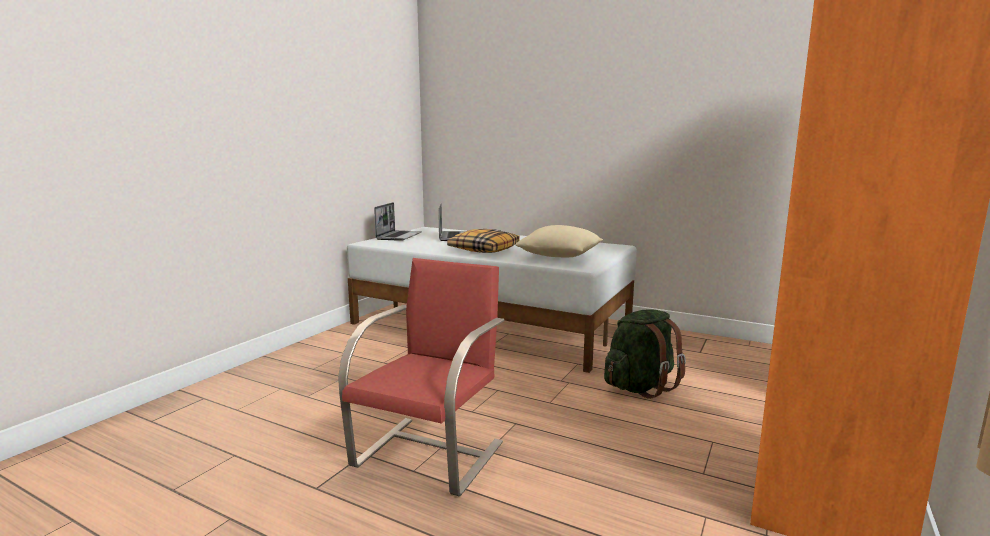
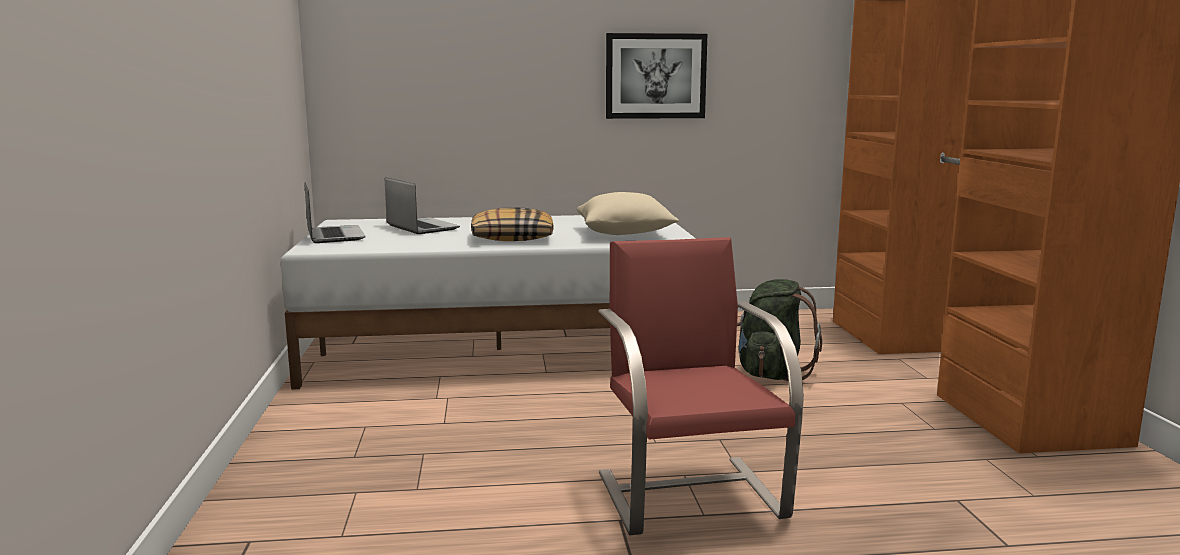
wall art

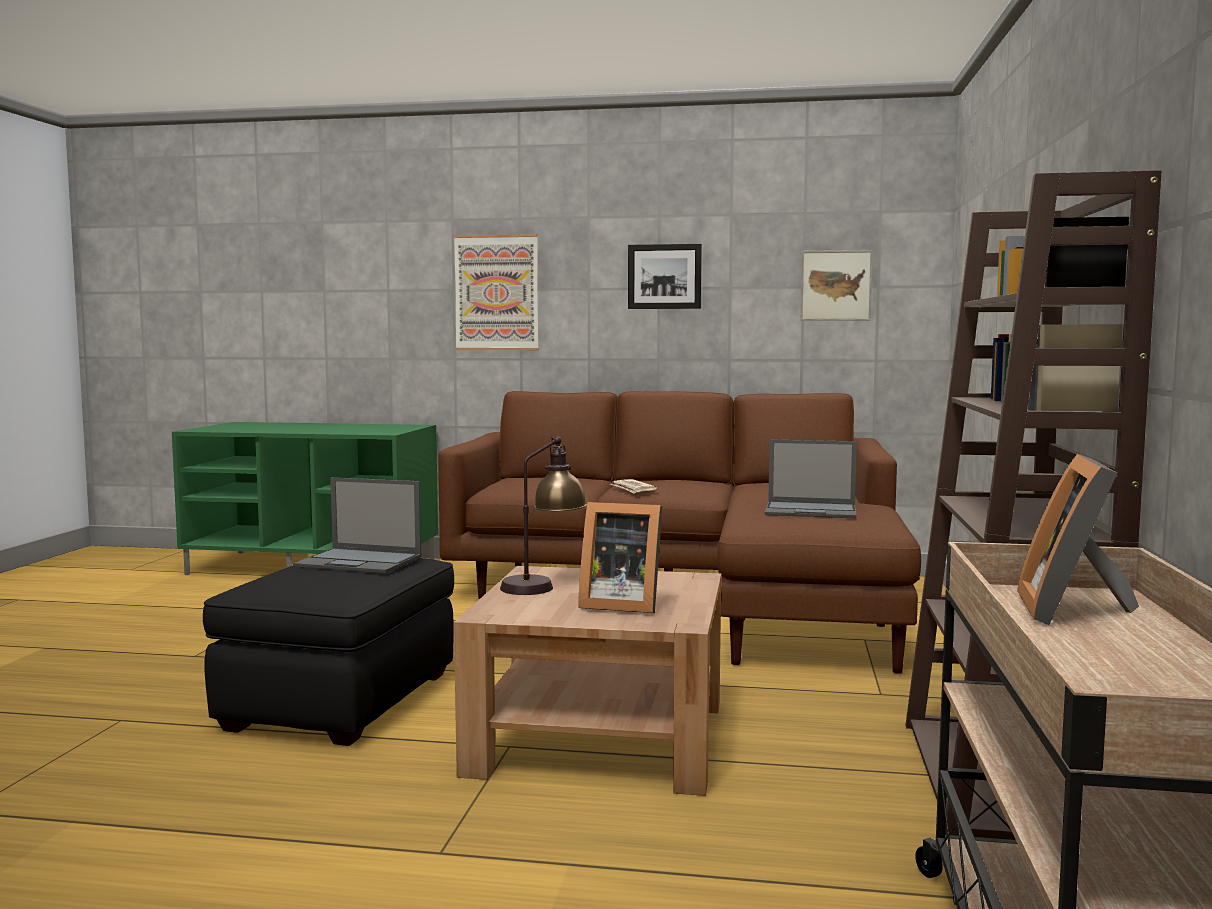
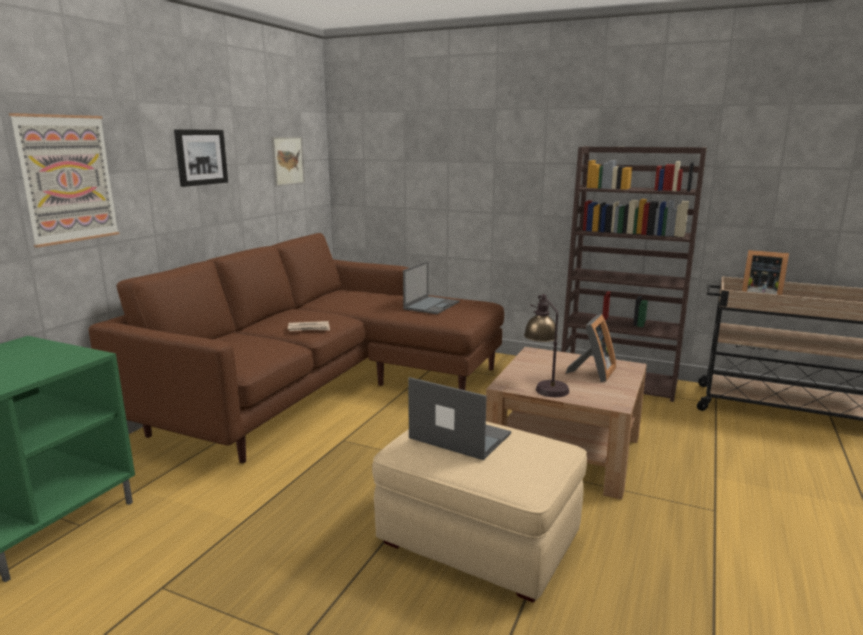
beige pouffe
notebook computer (2nd from left)

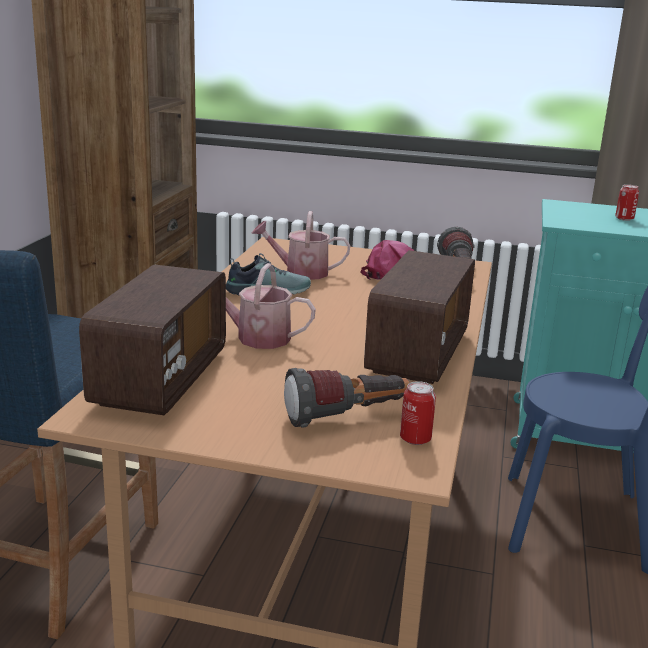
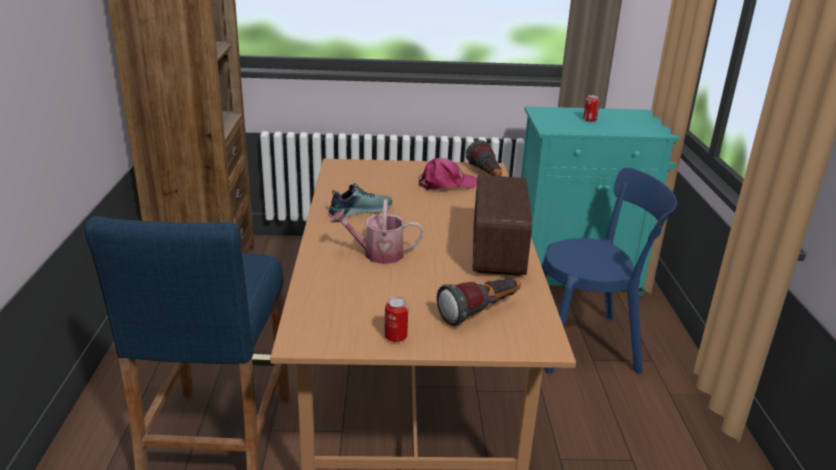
radio receiver (1st from left in the first image)
watering can (2nd from left in the first image)
metal can (1st from left)

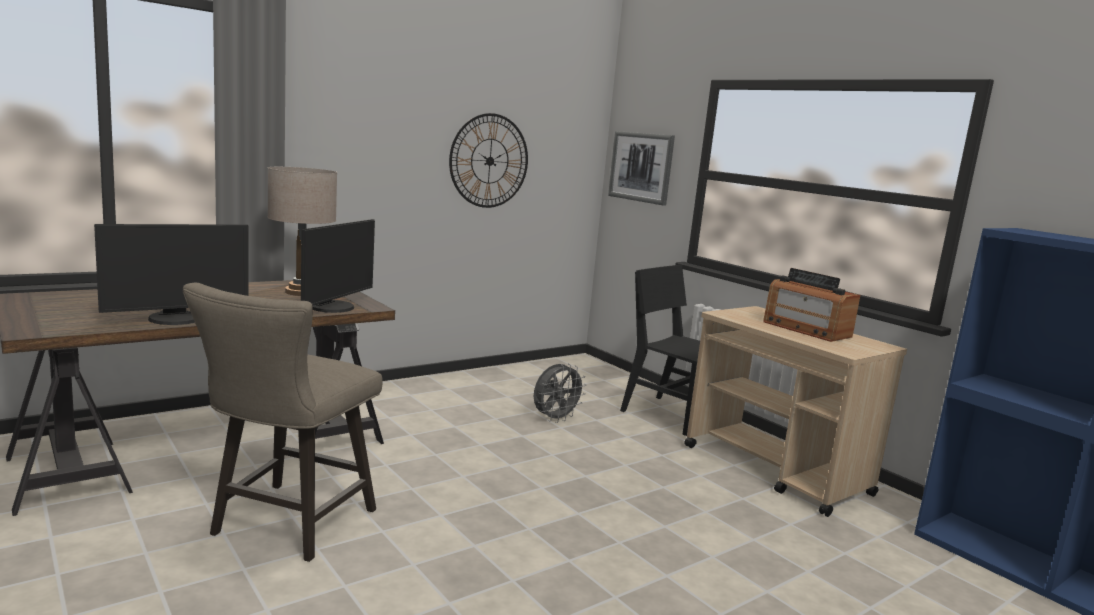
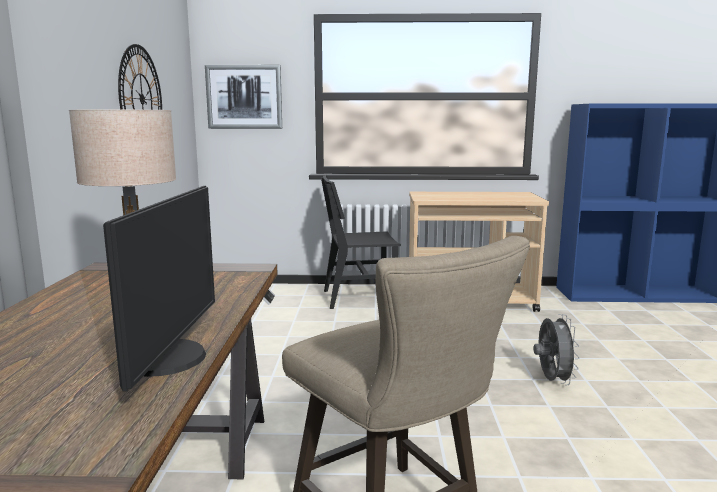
computer screen (2nd from left in the first image)
radio receiver
greyish cooling fan

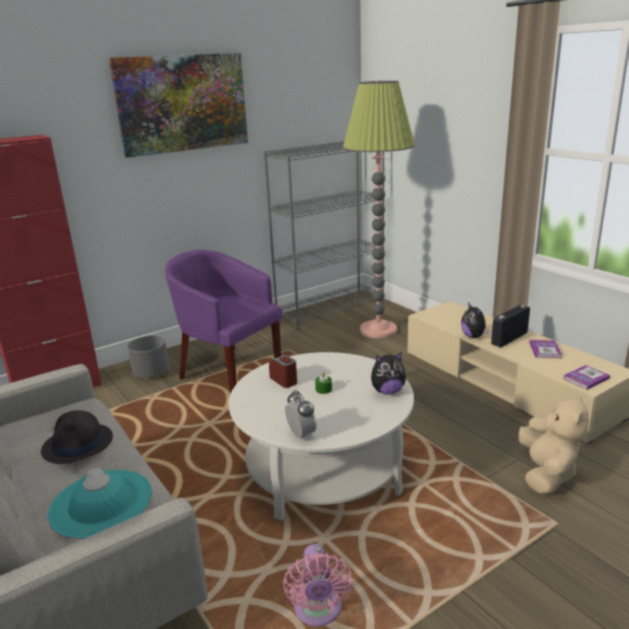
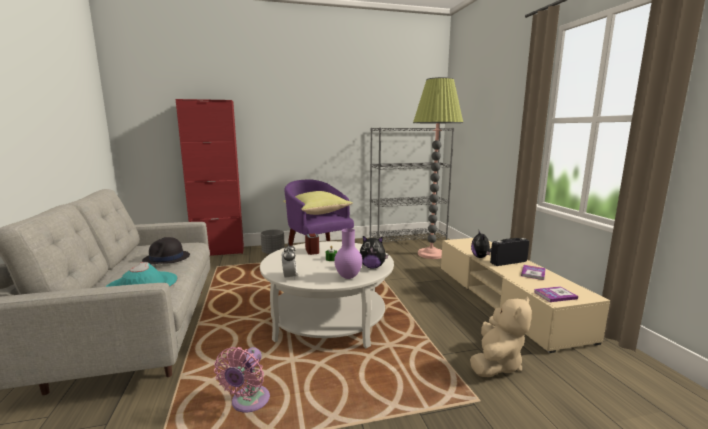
wall art
yellow throw pillow
purple flower vase

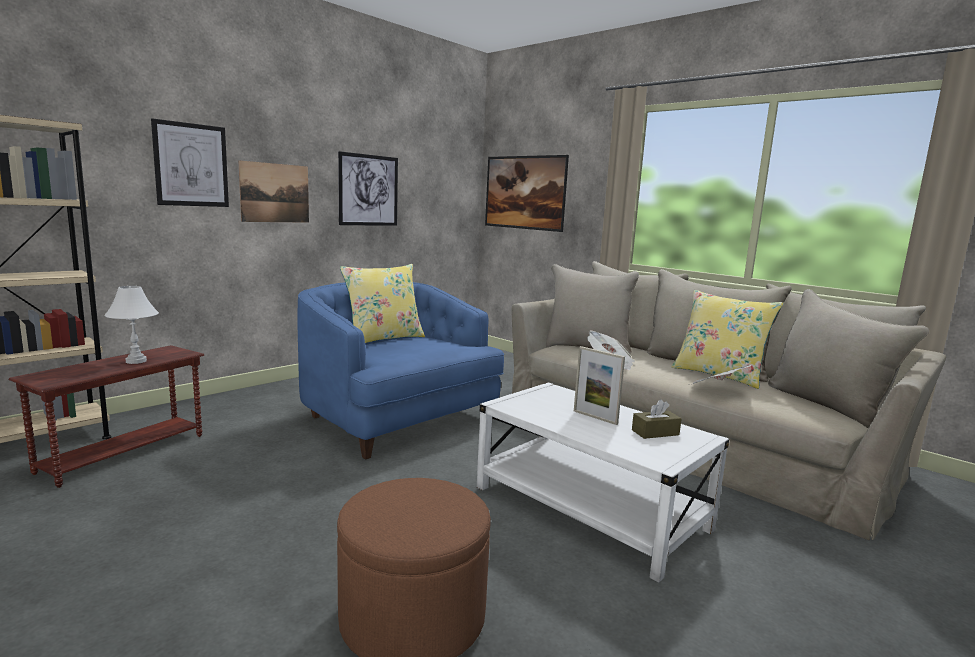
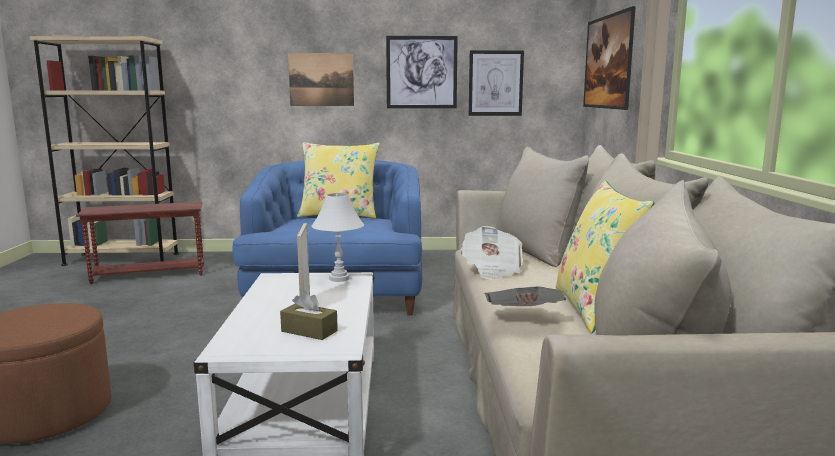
white lamp for a table
wall art (3rd from left)

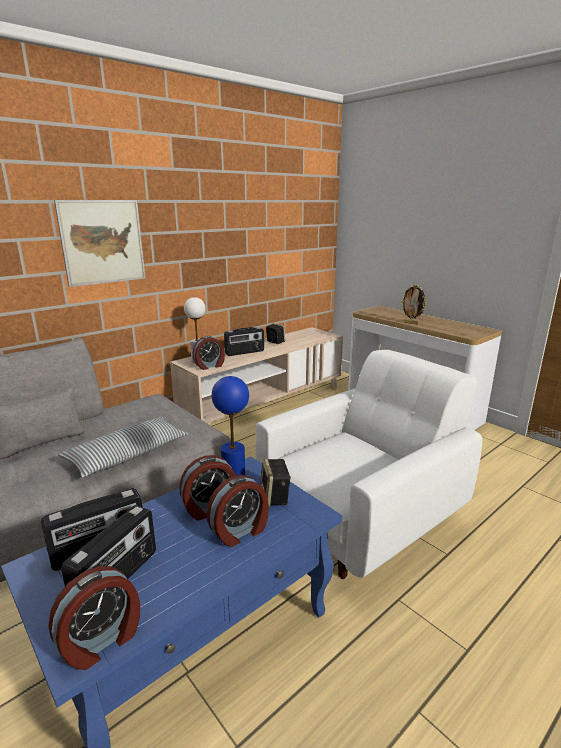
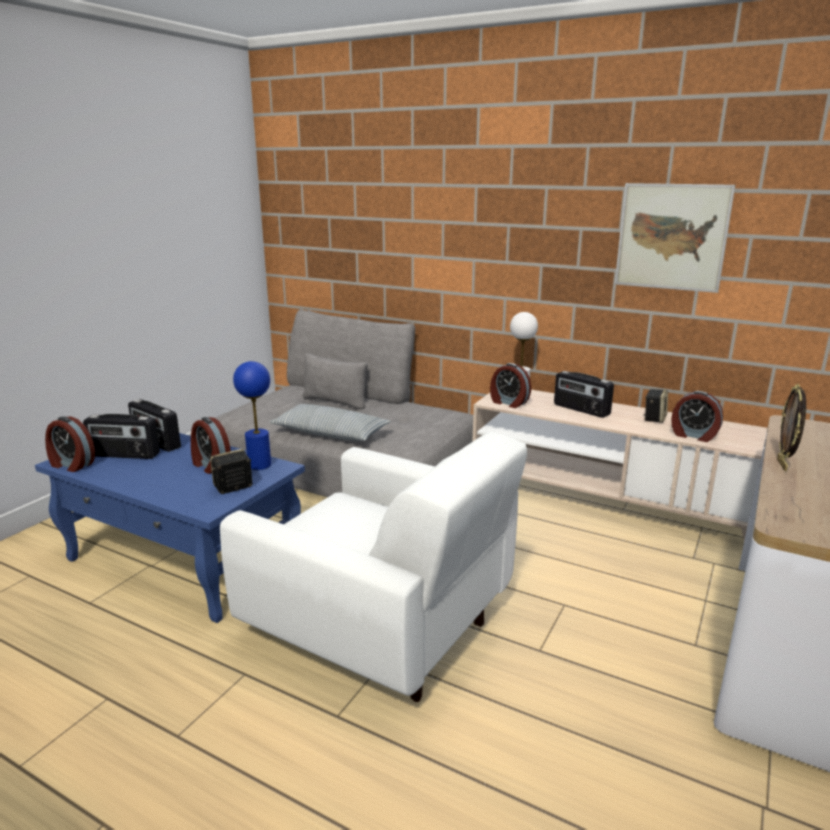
wall art
alarm clock (4th from left)

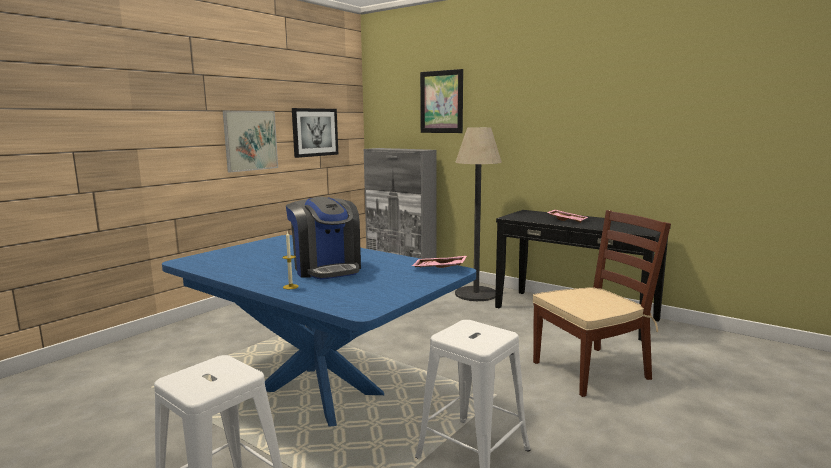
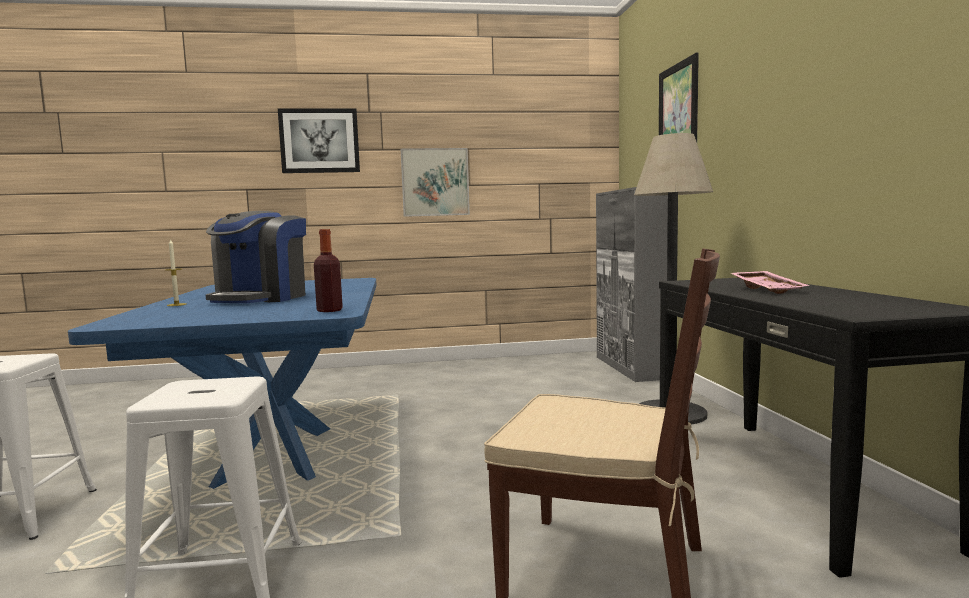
wall art (1st from left)
beverage bottle

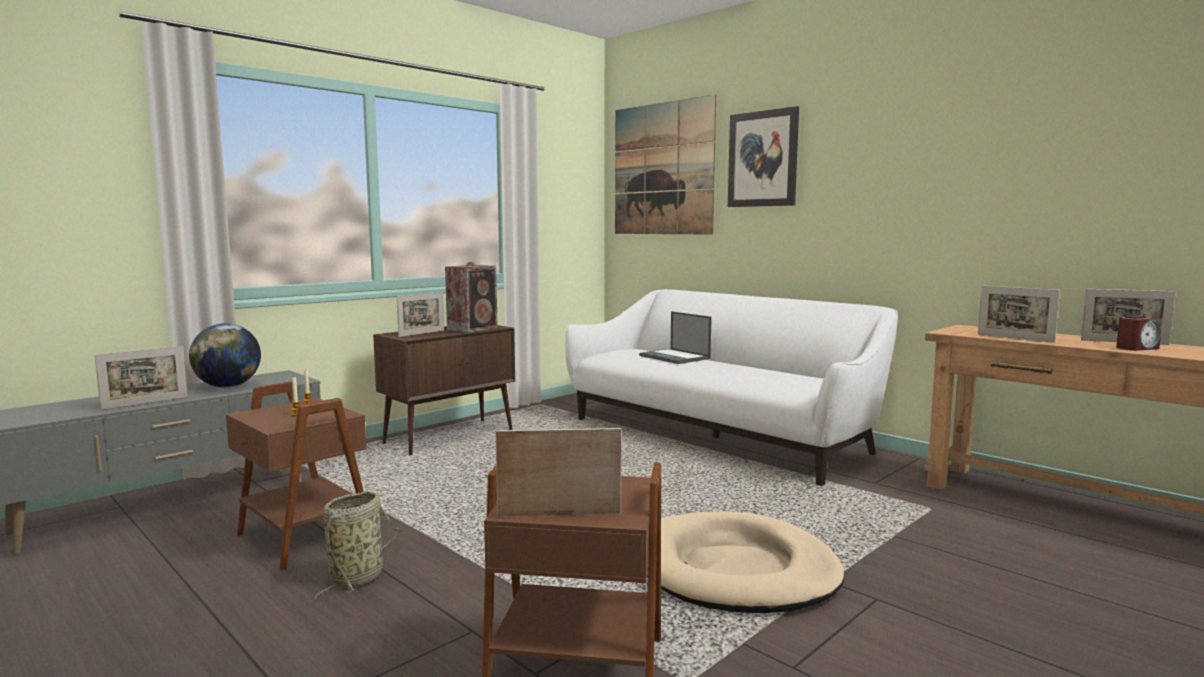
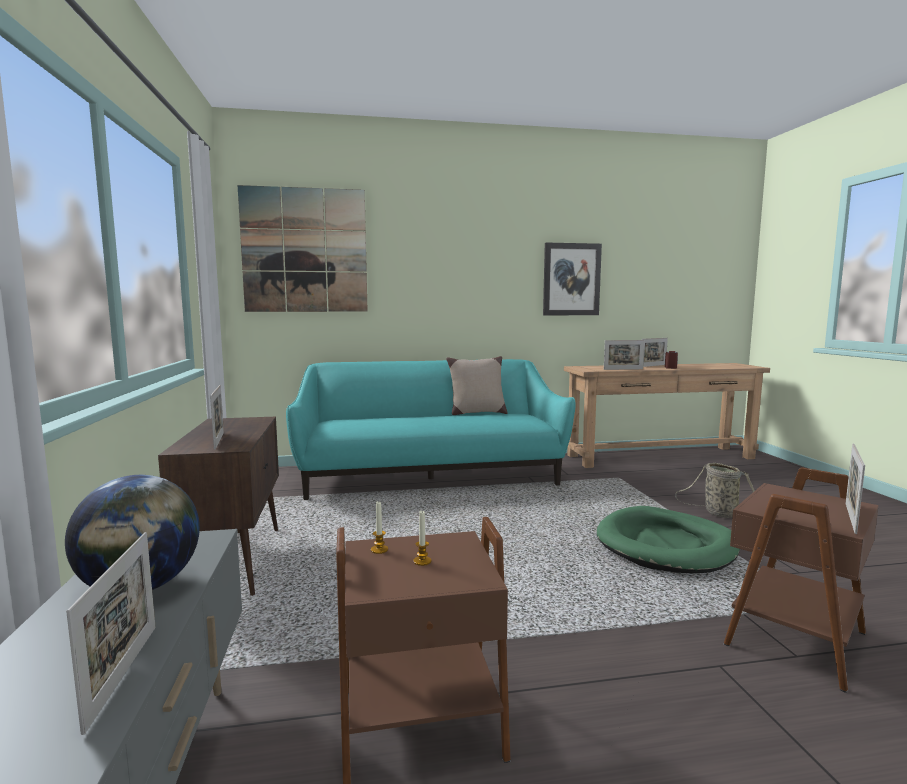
audio speaker
notebook computer
beige throw pillow
storage basket
wall art (2nd from left)
turquoise-coloured settee
green dog cushion

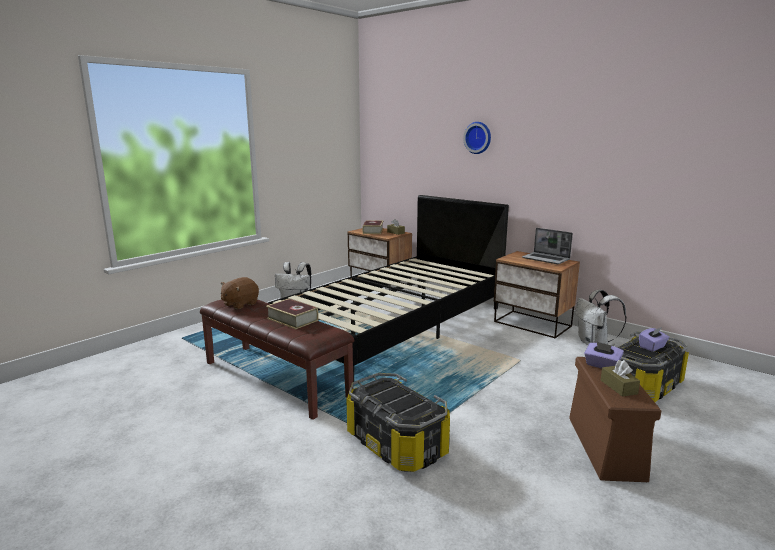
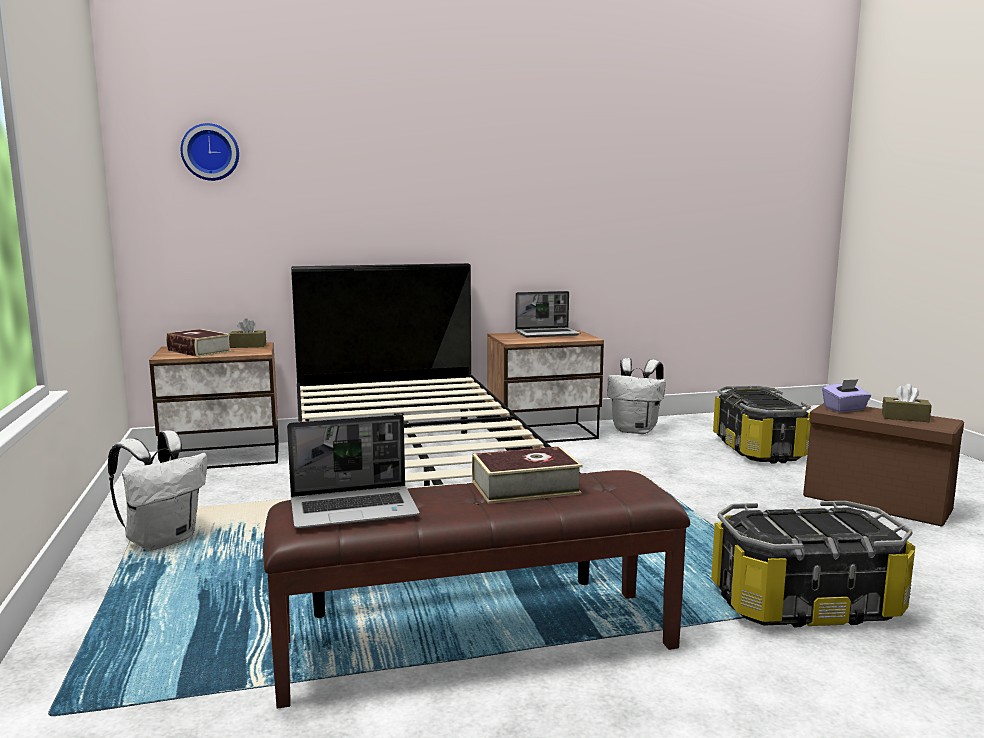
purple box of tissues (2nd from left in the first image)
hanging clock
notebook computer (1st from left)

